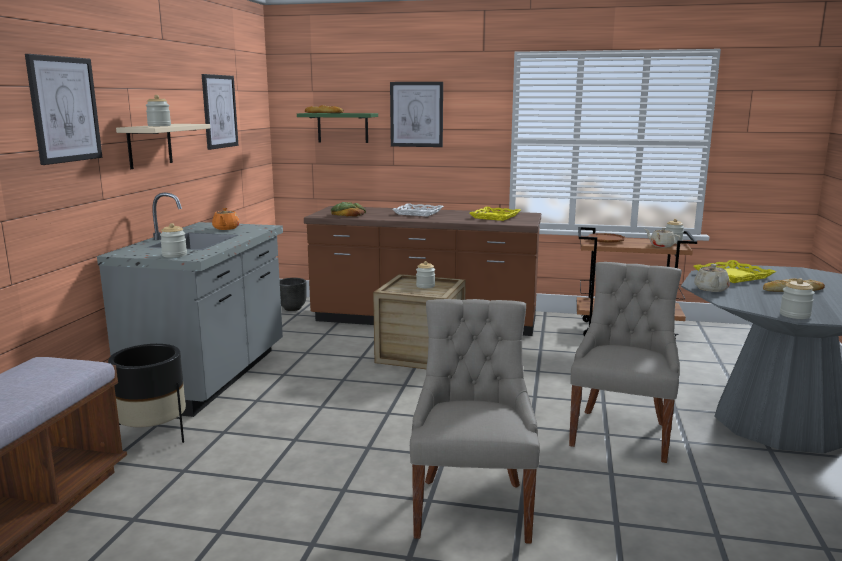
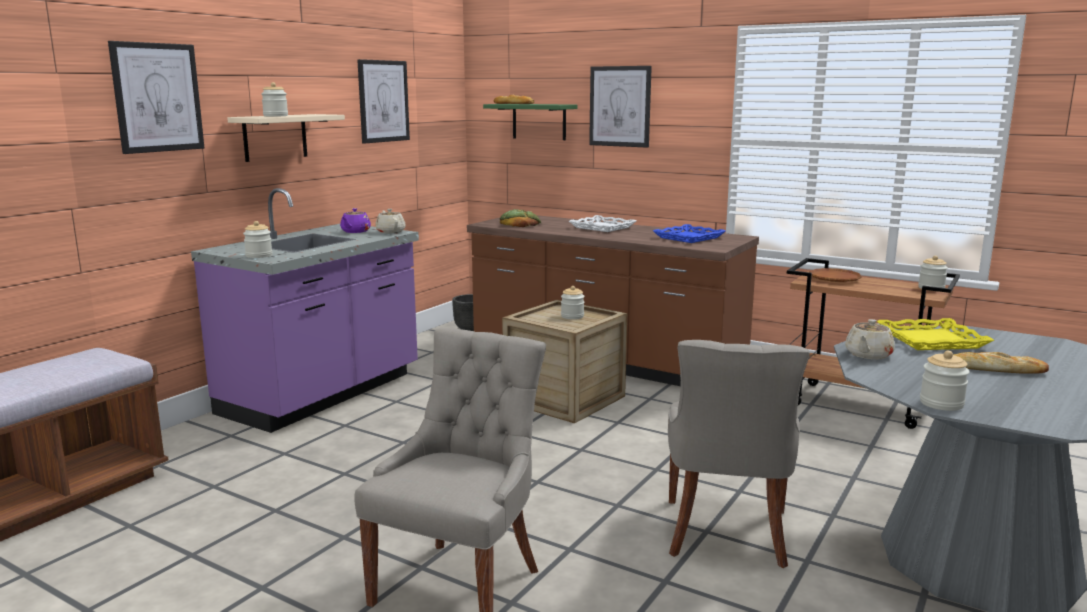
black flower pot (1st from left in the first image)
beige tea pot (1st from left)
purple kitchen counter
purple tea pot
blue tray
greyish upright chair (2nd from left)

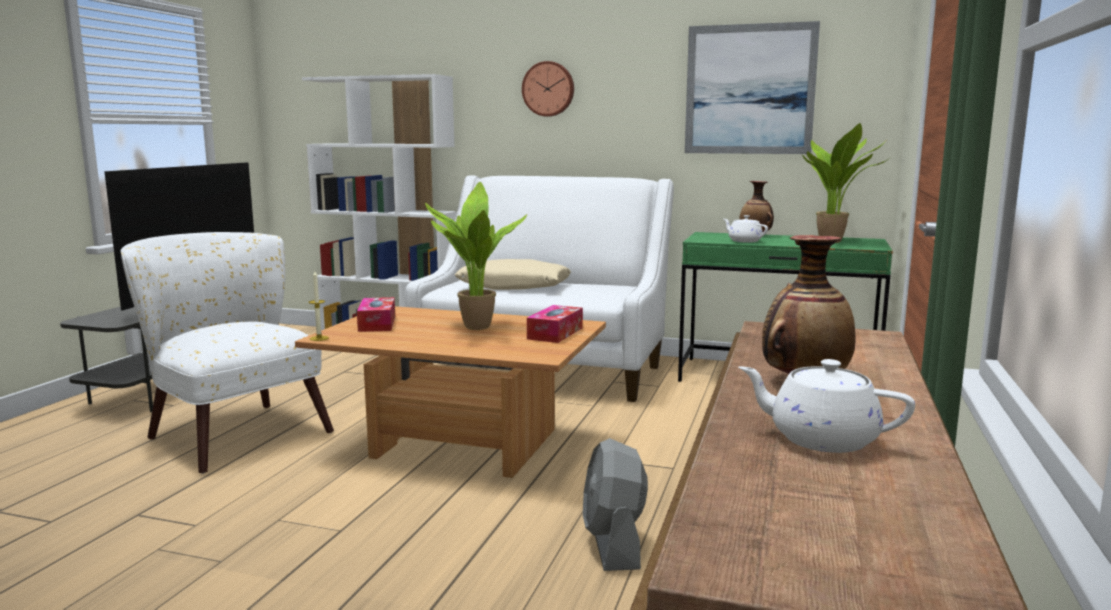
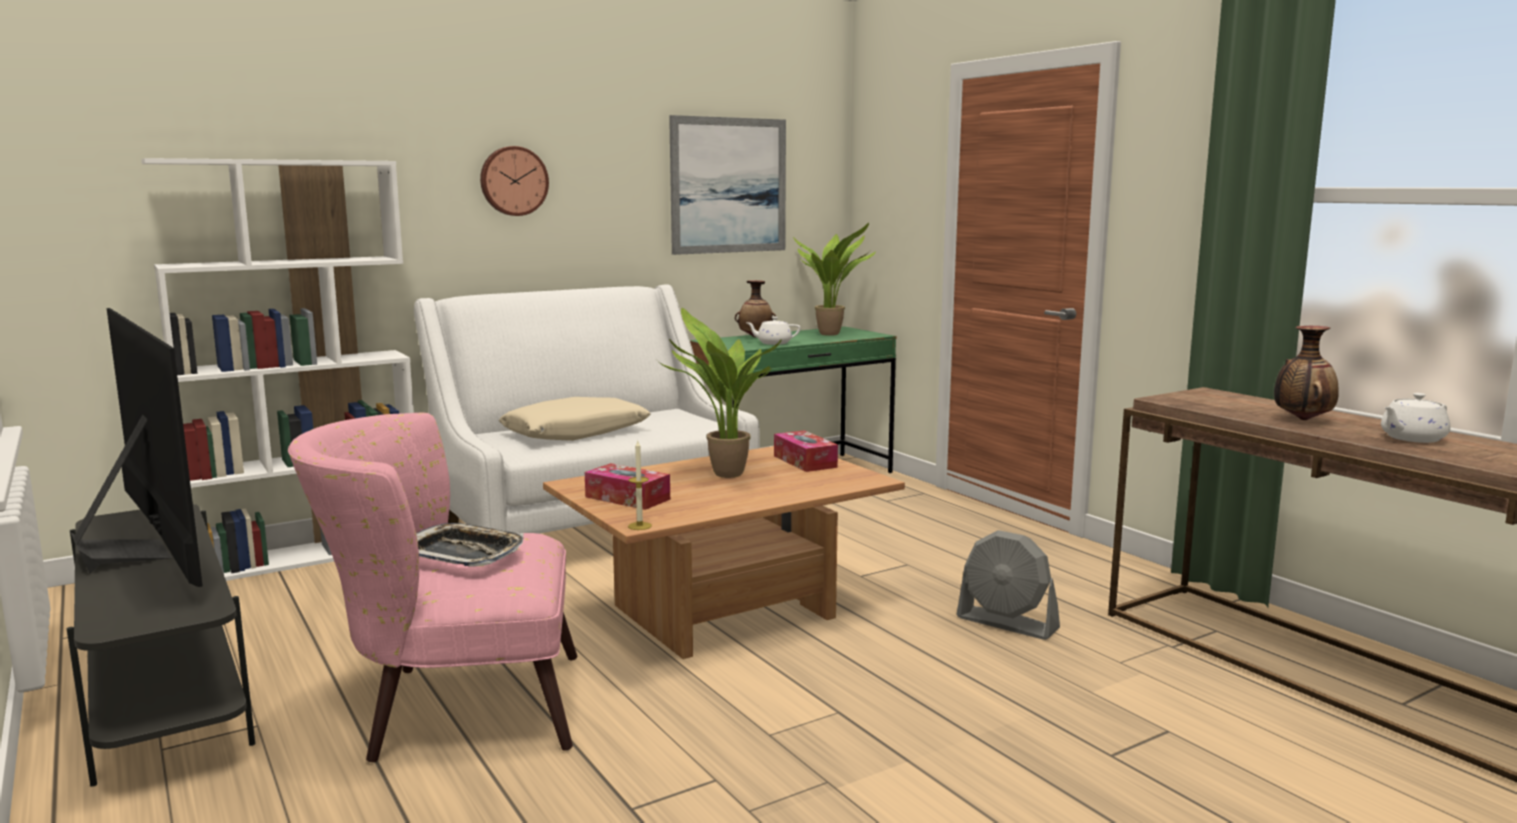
tray
pink lounge chair

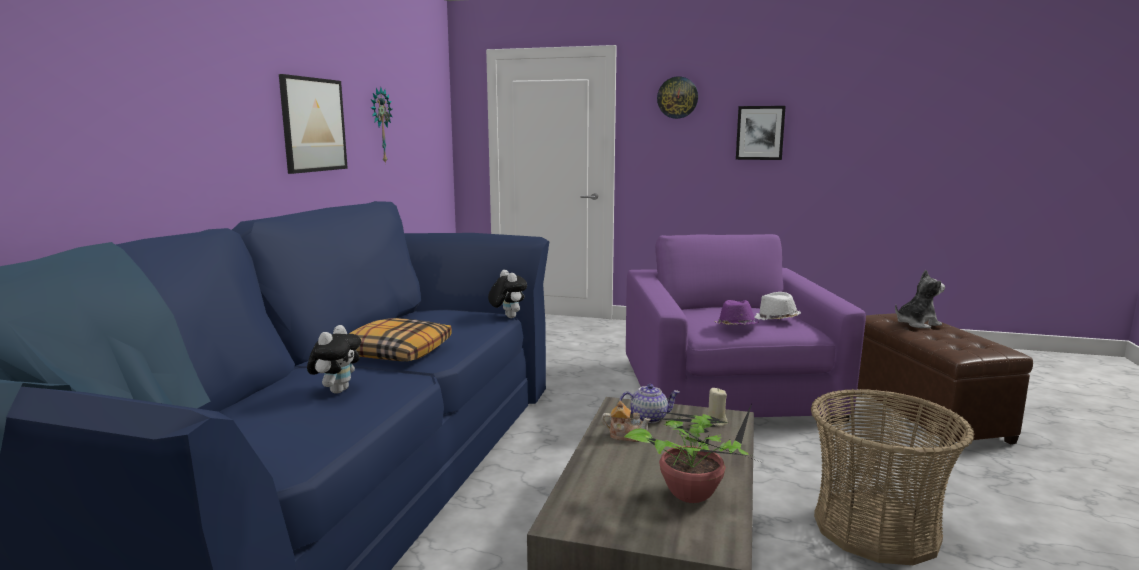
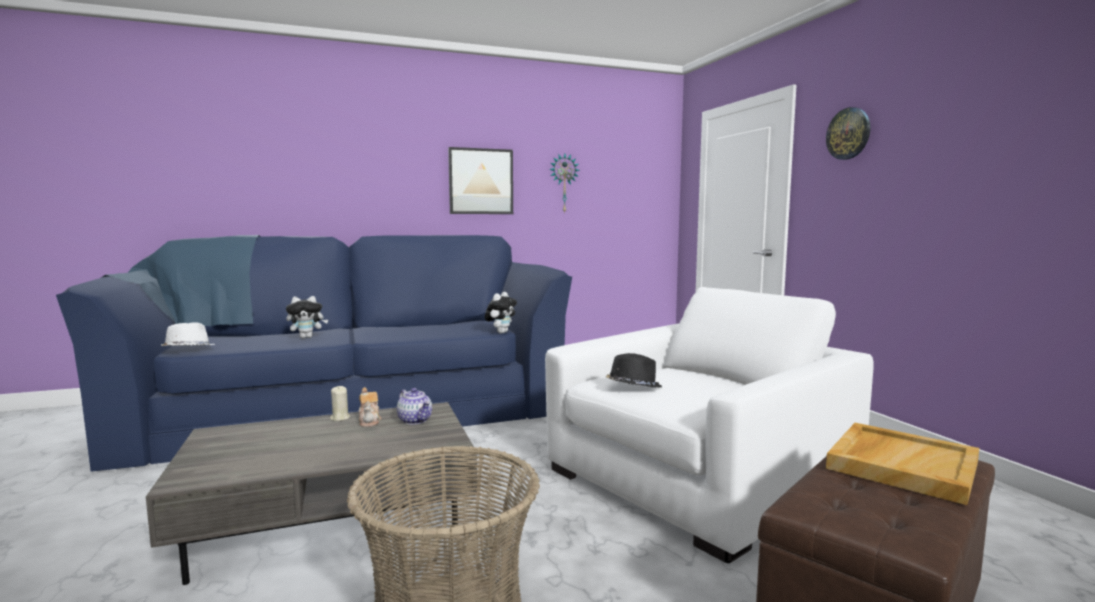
throw pillow
potted plant
wall art (2nd from left in the first image)
beige wax candle
white wearable hat
beige tray
white lounge chair
black wearable hat

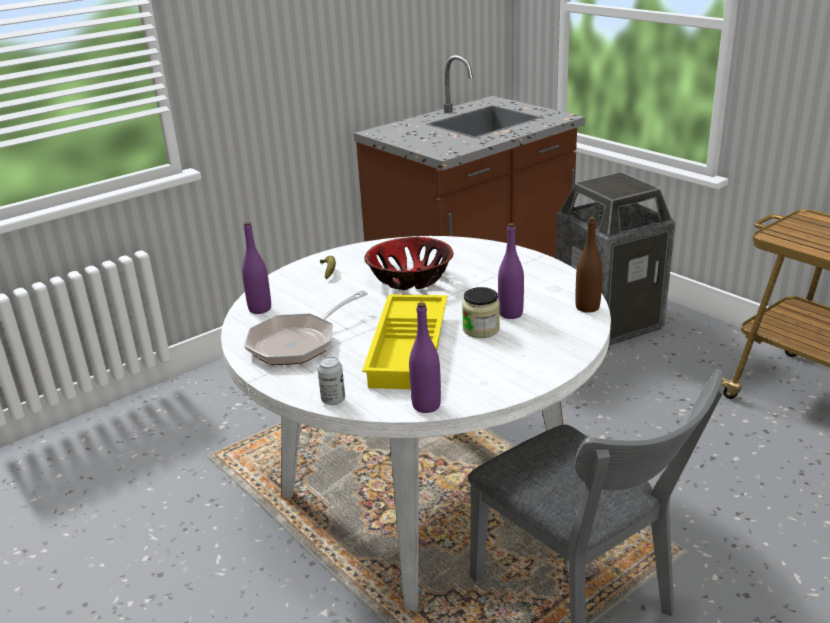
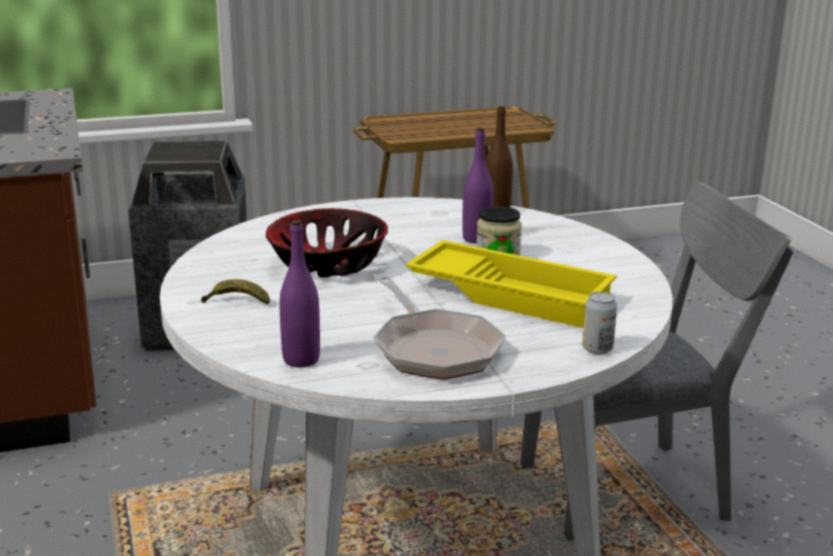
purple beverage bottle (2nd from left in the first image)

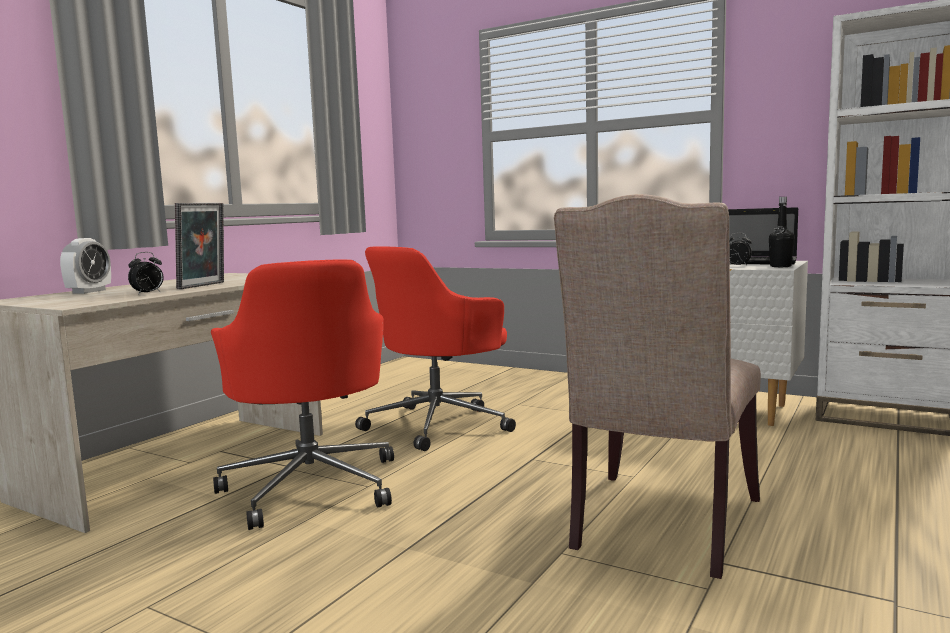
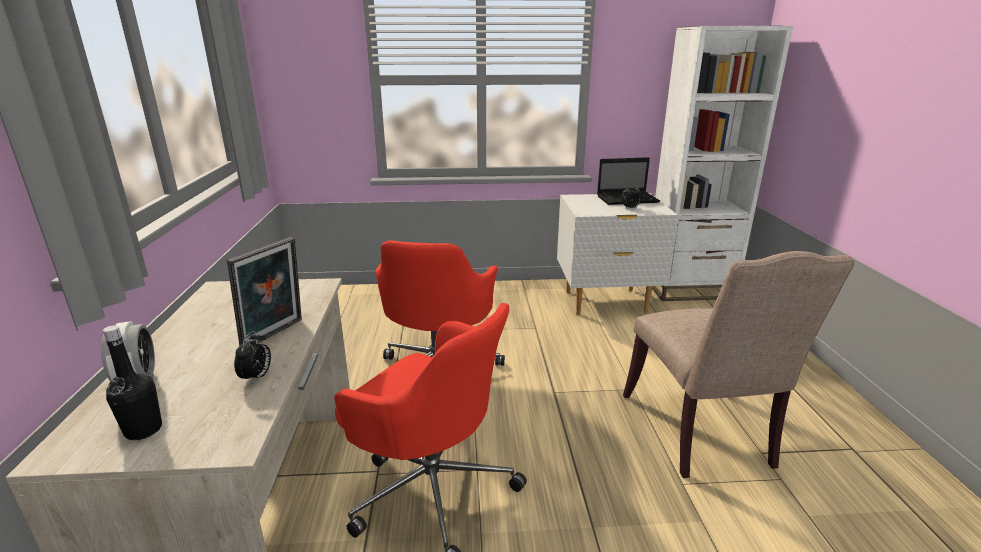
black beverage bottle
standing frame

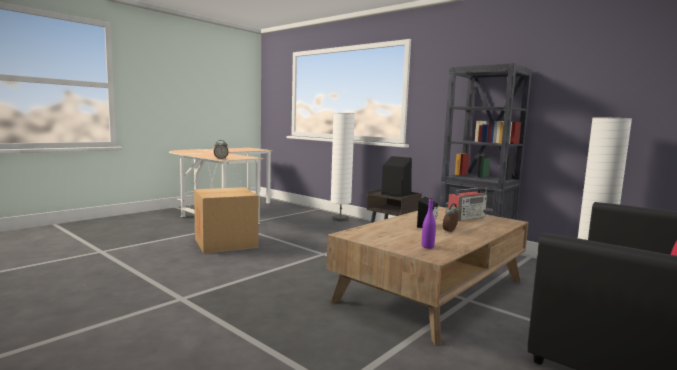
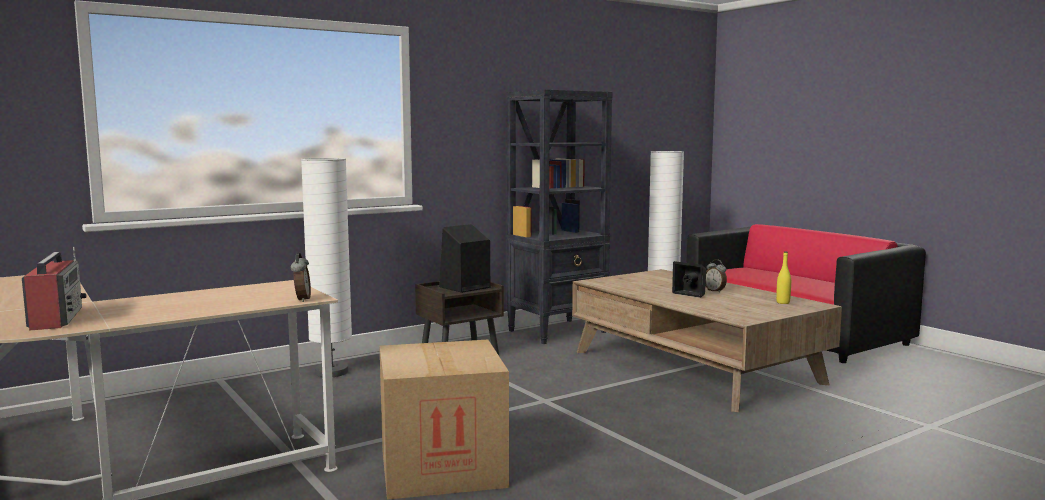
radio receiver
yellow beverage bottle

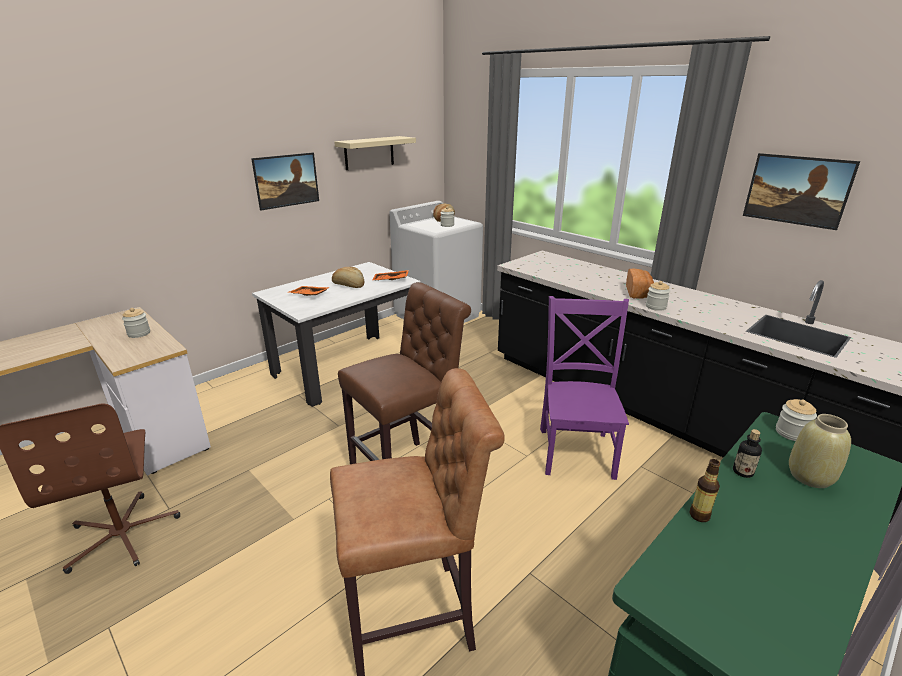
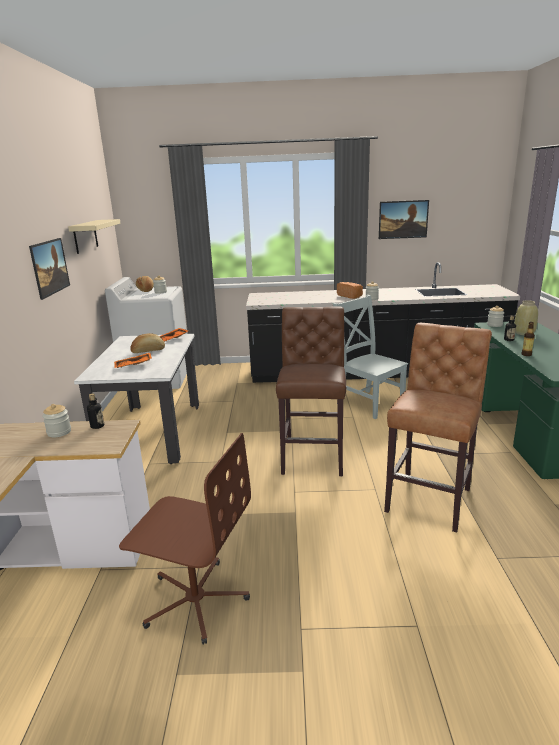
beverage bottle (1st from left)
greyish upright chair

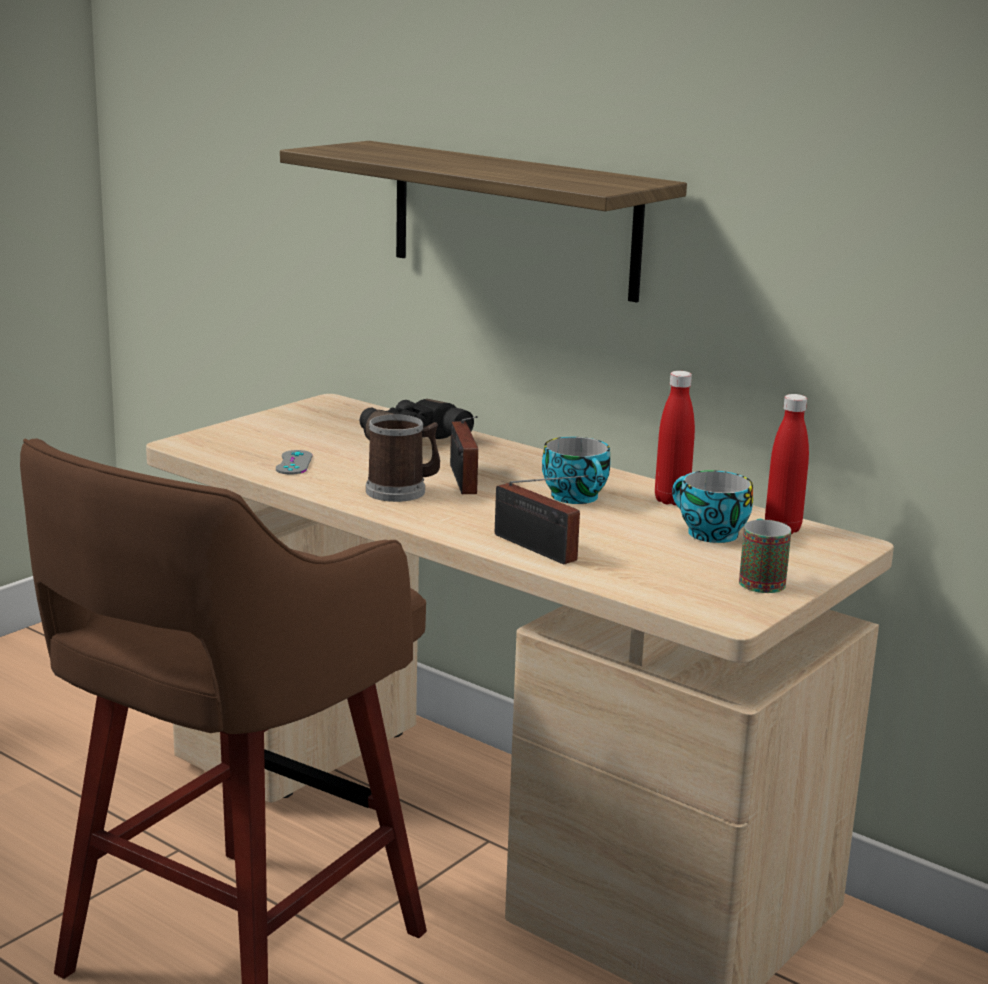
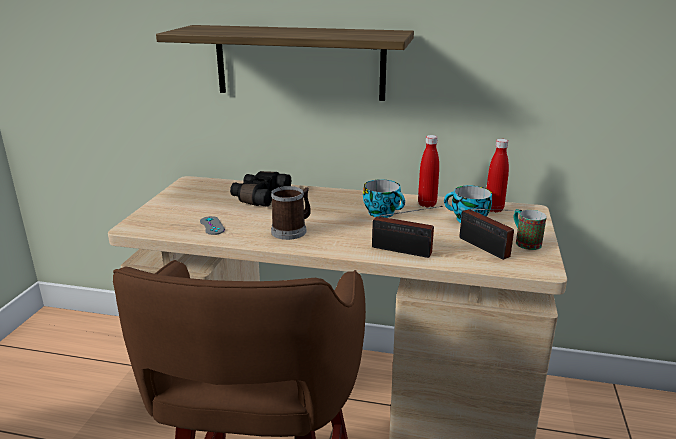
radio receiver (2nd from left)

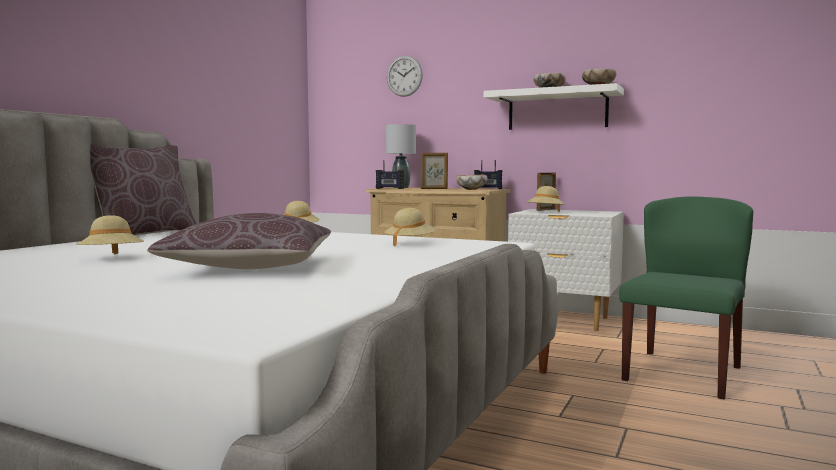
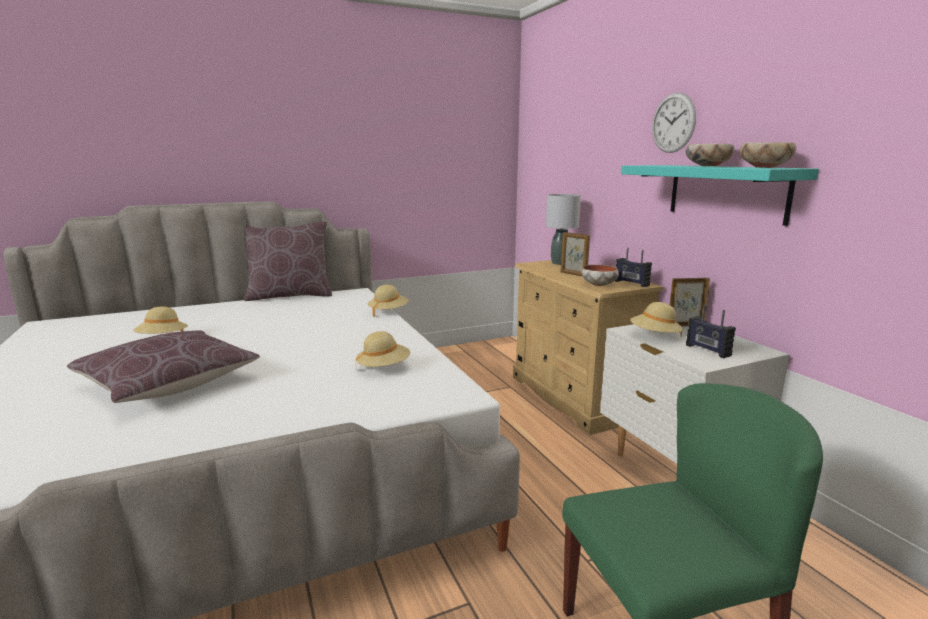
radio receiver (2nd from left)
hanging clock
turquoise-coloured wall shelf

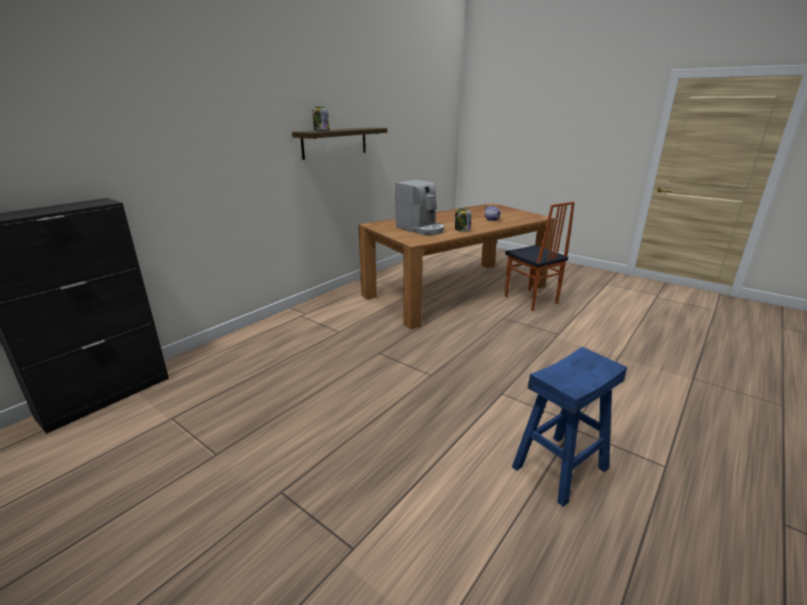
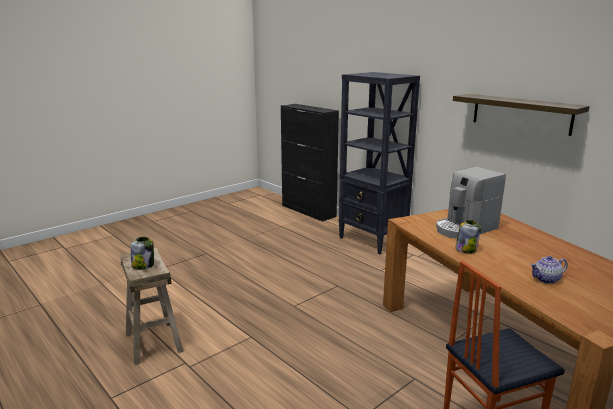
black bookshelf
jar (1st from left)
beige sitting stool

